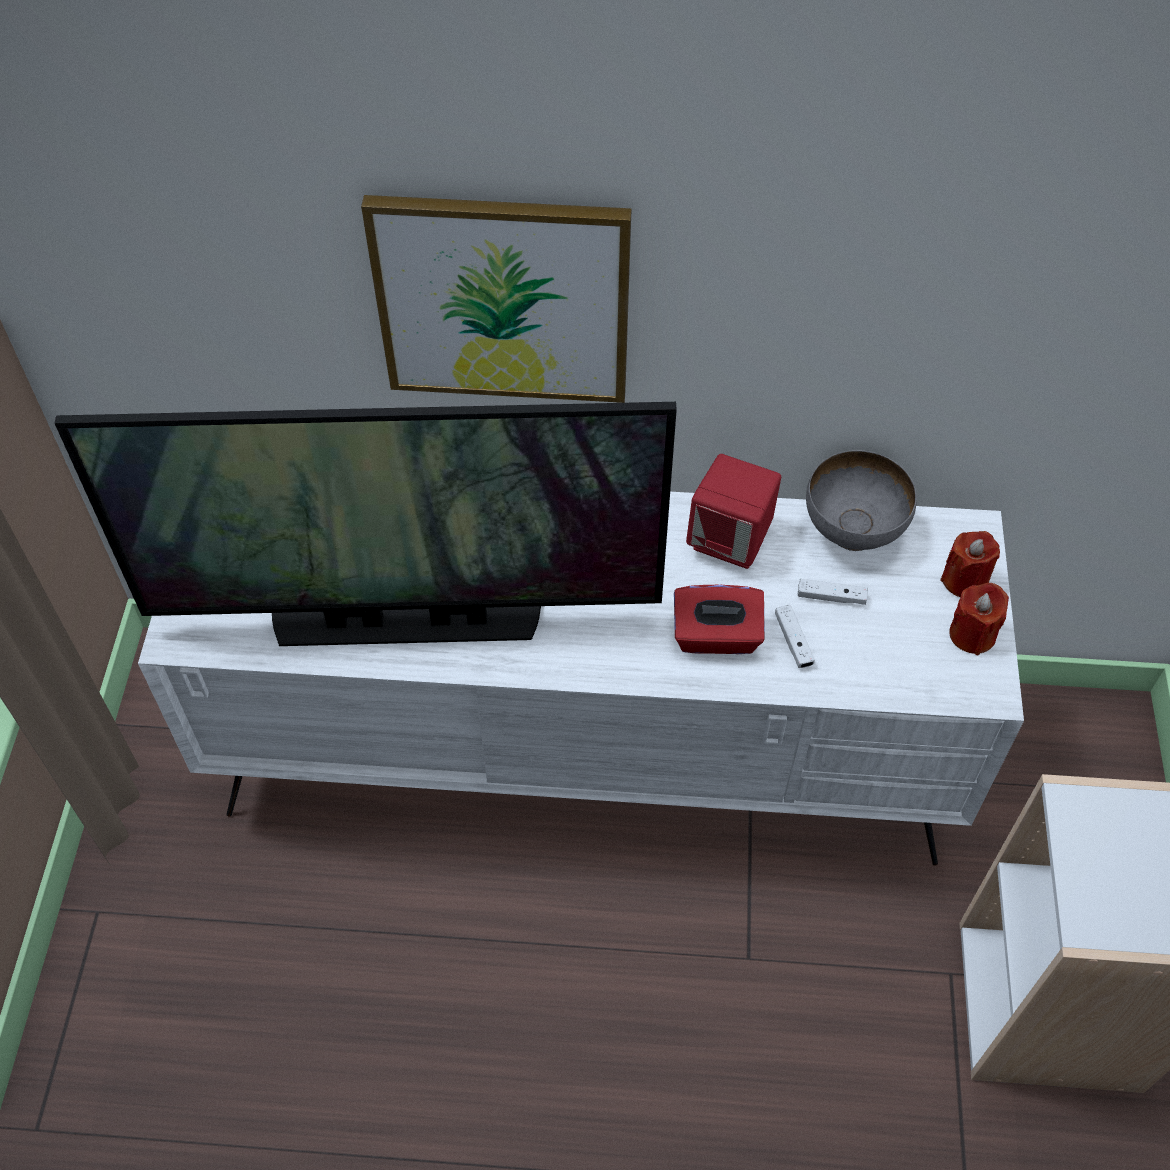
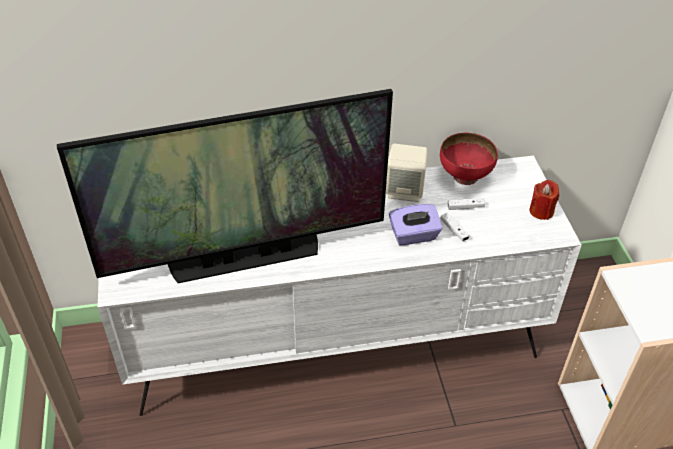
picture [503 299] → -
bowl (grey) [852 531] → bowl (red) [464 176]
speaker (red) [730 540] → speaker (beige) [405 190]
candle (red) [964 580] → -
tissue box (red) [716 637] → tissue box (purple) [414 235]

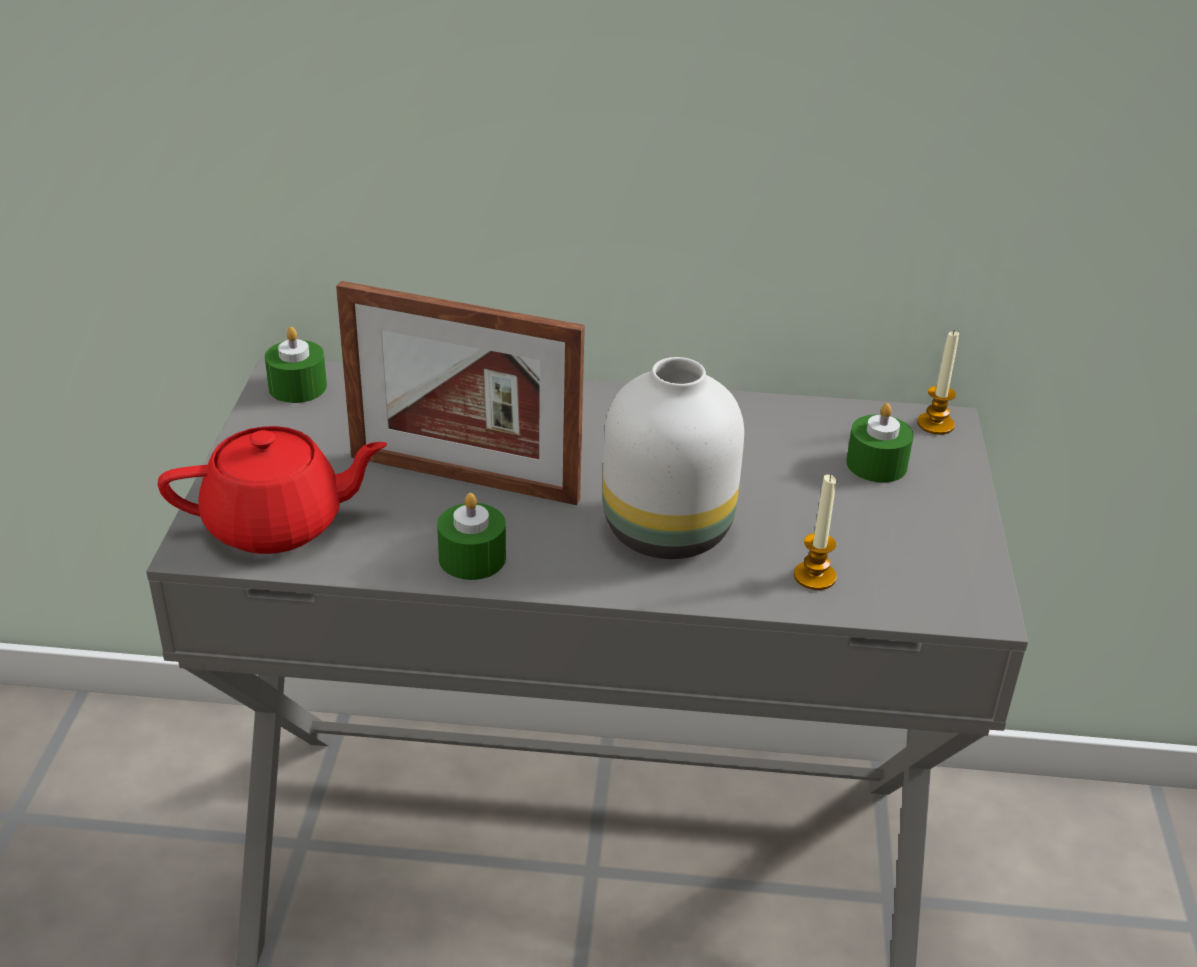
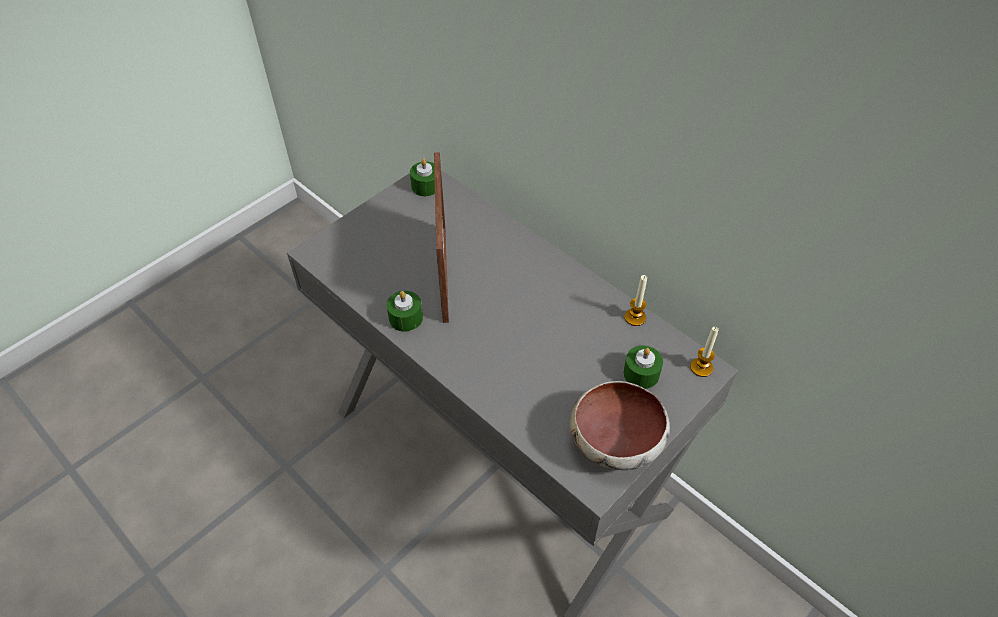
picture frame [463 478] → picture frame [444 273], 150 degrees counterclockwise
vase (white) [671 530] → -
teapot (red) [277 524] → -
candle [814 576] → candle [635 317], moved
- → bowl [617 440]

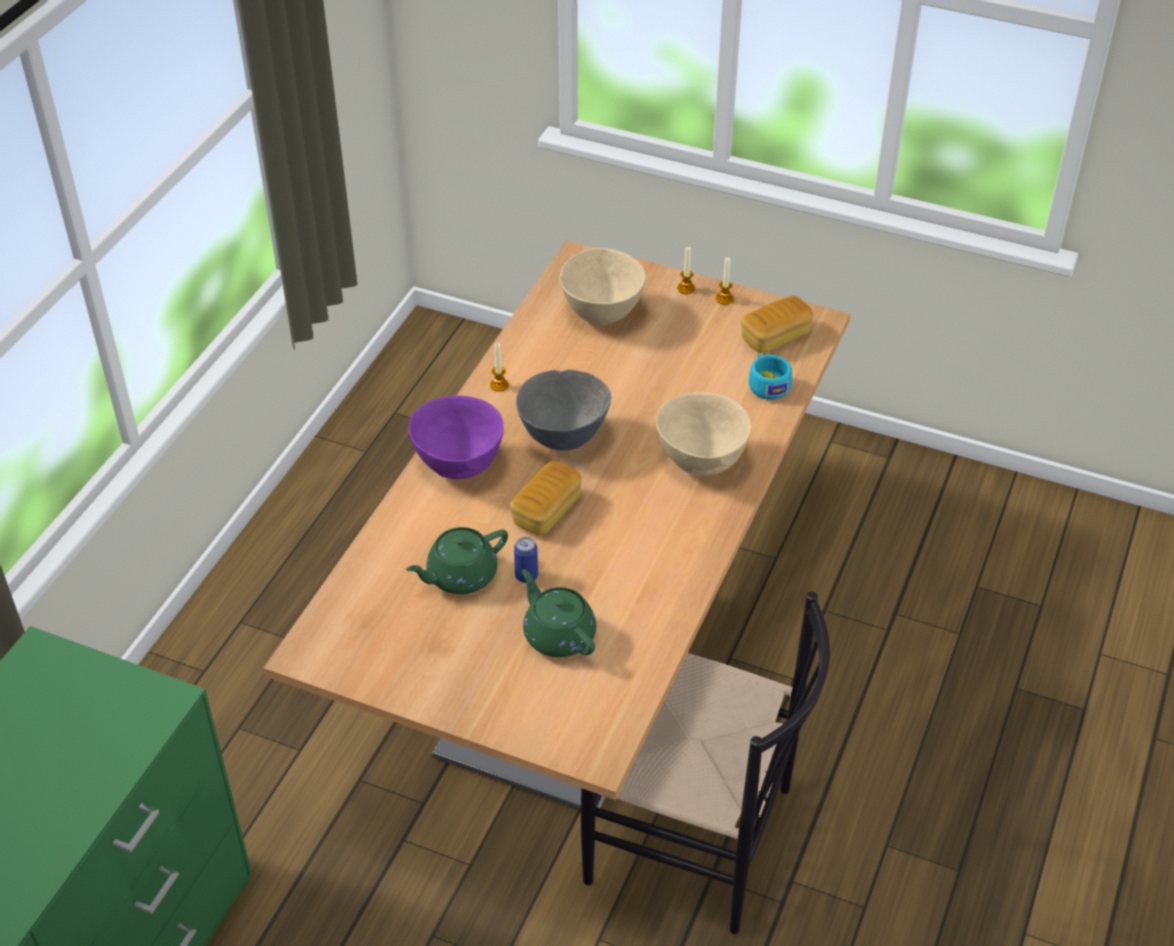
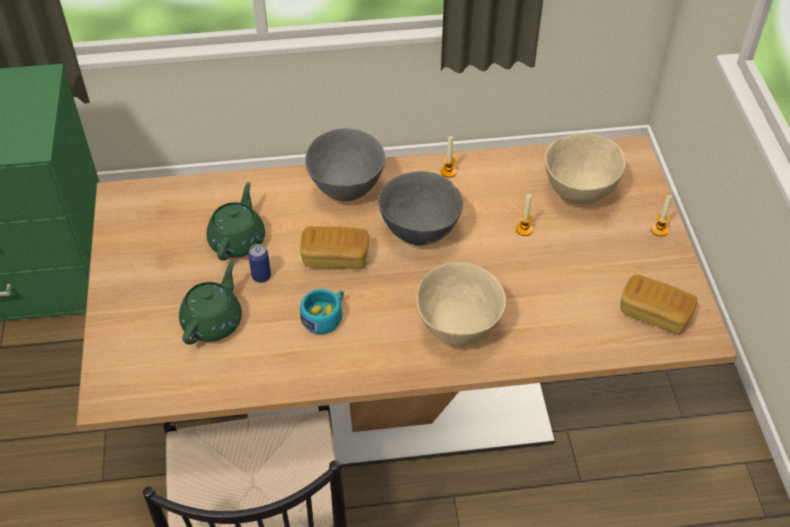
candle [724 299] → candle [524 229], moved
cup (turquoise) [767 384] → cup (turquoise) [325 316], moved
bowl (purple) [460 466] → bowl (grey) [347 190]
teapot (green) [460 576] → teapot (green) [238 240], 75 degrees clockwise

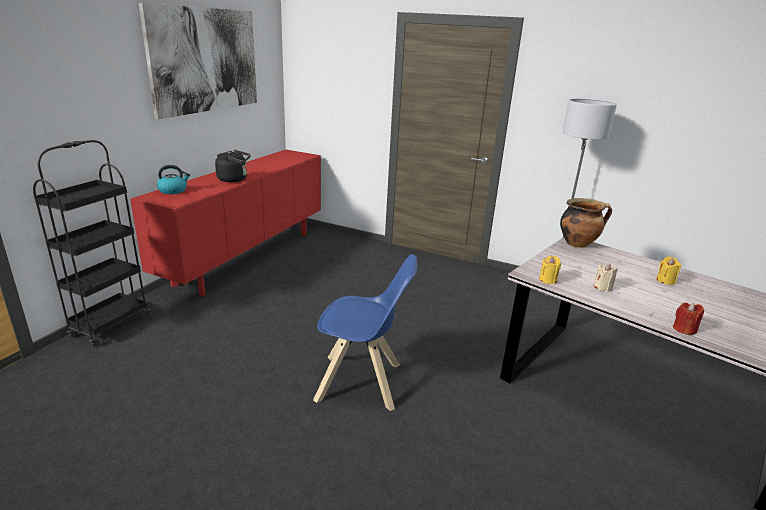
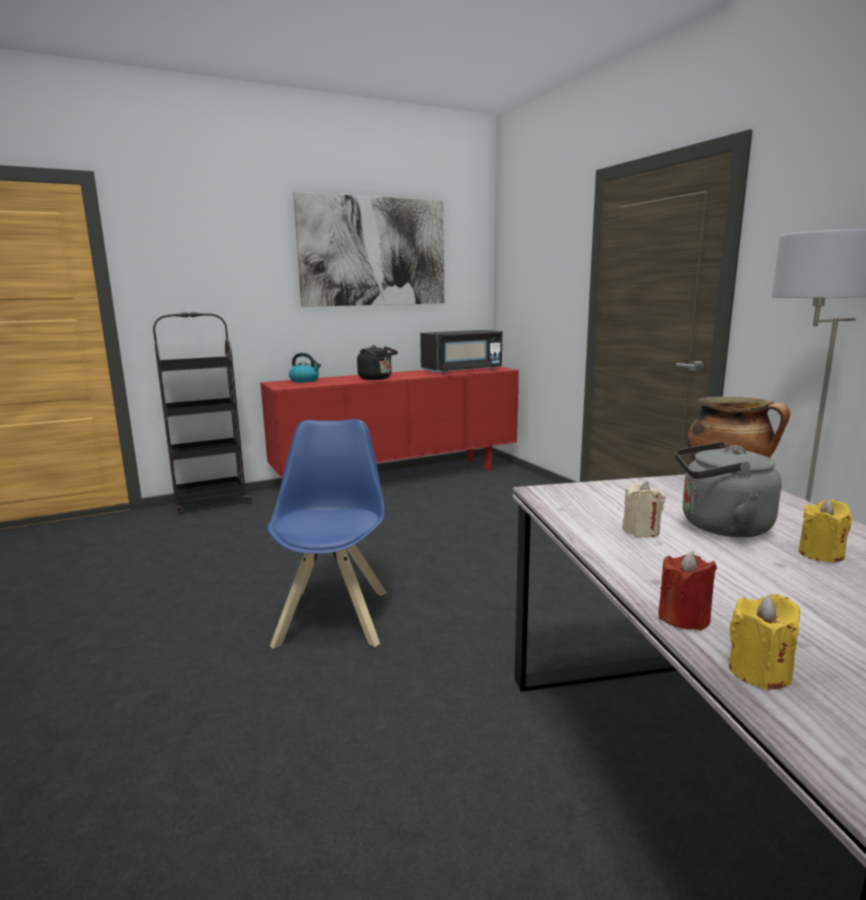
chair (blue) [362 383] → chair (blue) [334 615], 135 degrees counterclockwise
candle (yellow) [547 280] → candle (yellow) [759 672], moved
- → microwave (black) [462 370]
- → kettle (grey) [719 526]

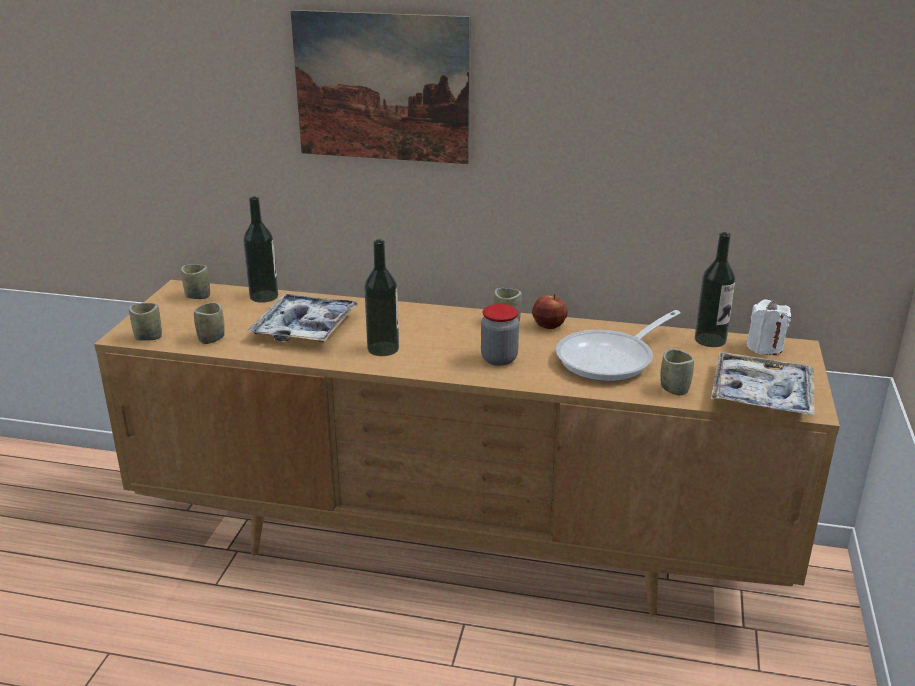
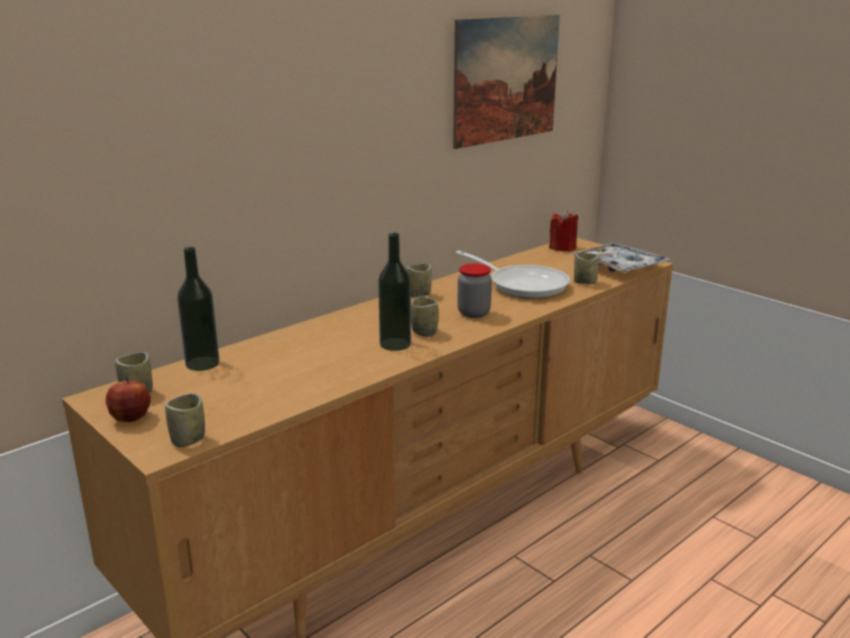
picture [382 87] → picture [506 79], moved
bottle [710 340] → -
tray [305 328] → -
apple [548 326] → apple [130 418], moved
candle (white) [764 347] → candle (red) [562 248]
cup [211 338] → cup [424 332], moved
frying pan [611 359] → frying pan [523 284], 45 degrees counterclockwise

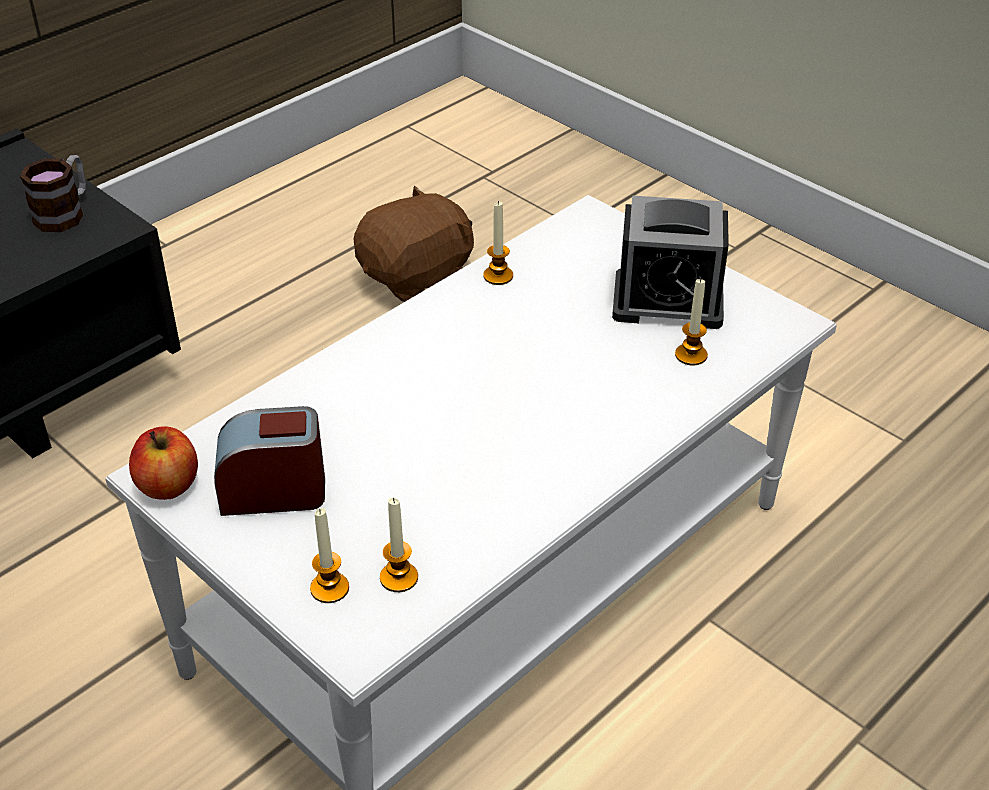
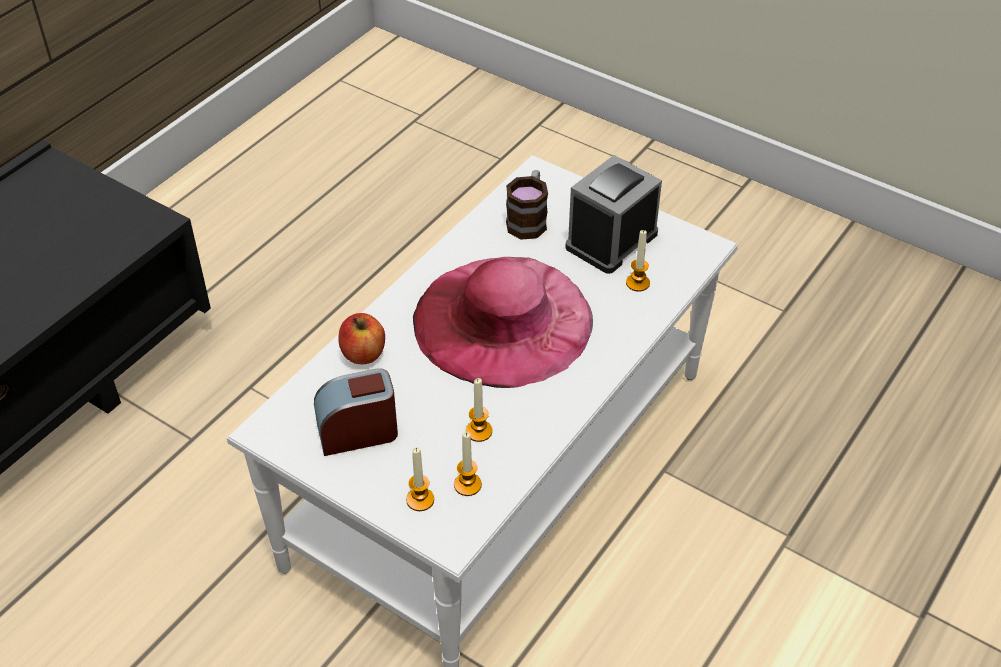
mug [65 213] → mug [528 219], moved
plush toy (brown) [418 279] → -
alarm clock [667 301] → alarm clock [611 240], 135 degrees clockwise
candle [498 276] → candle [479 431], moved
apple [168 485] → apple [363 353], moved
- → hat (pink) [503 320]

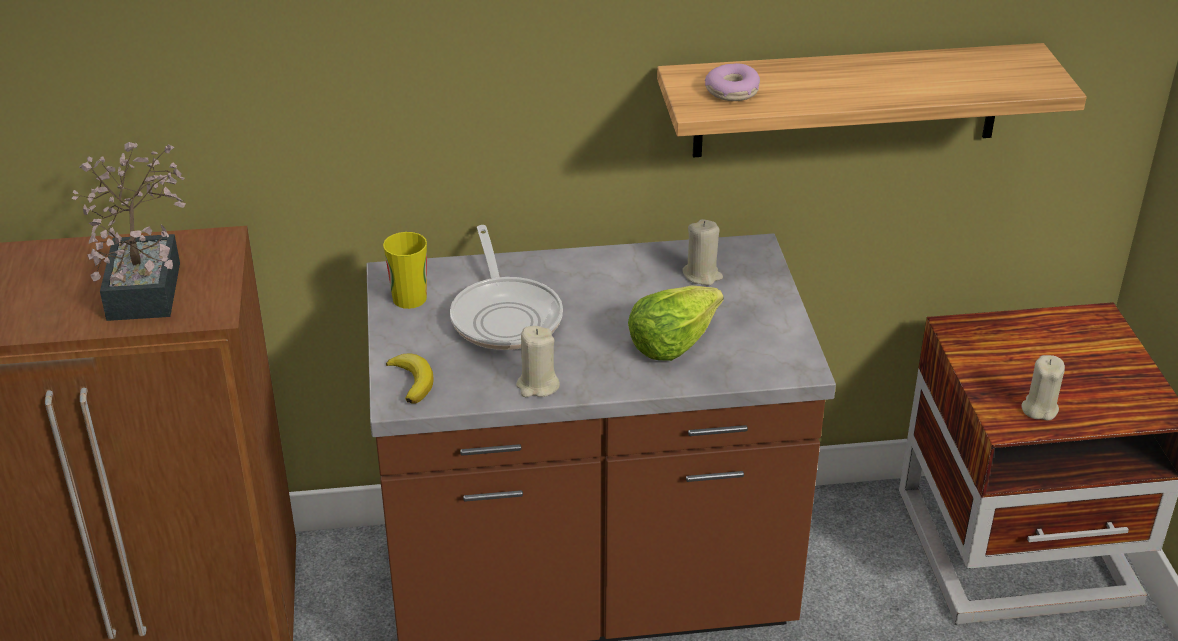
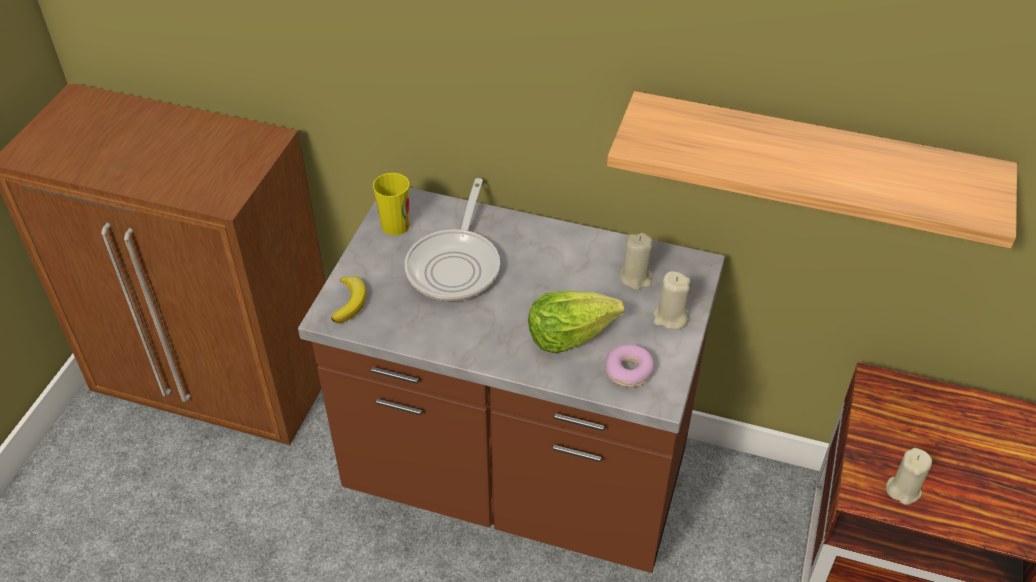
donut [732 92] → donut [629 371], moved
potted plant [147 283] → -
candle (beige) [537 385] → candle (beige) [670 318], moved

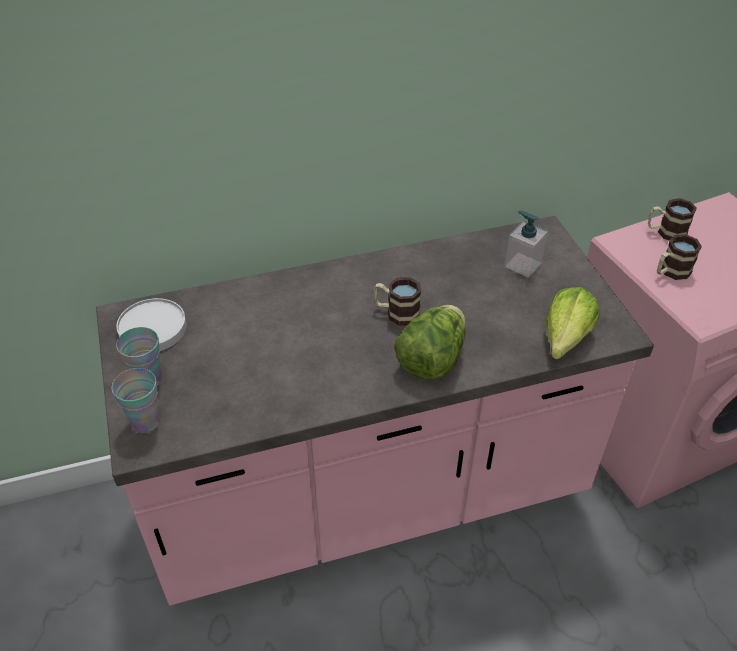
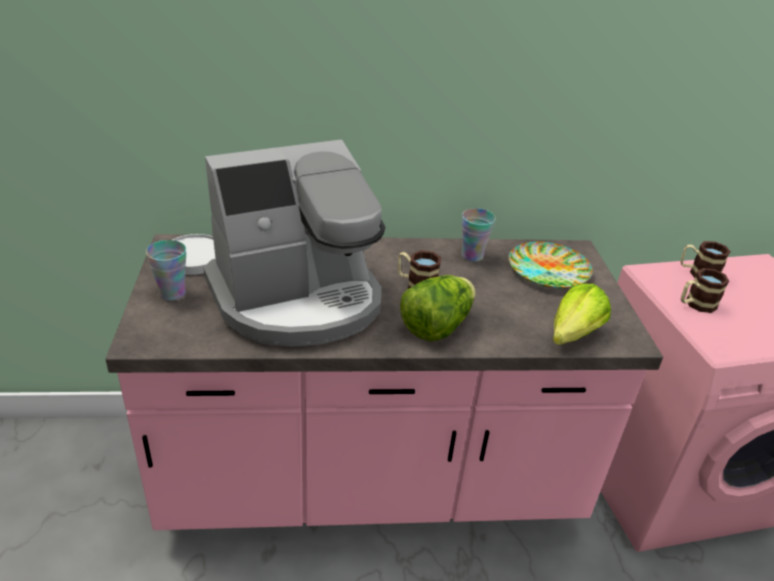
soap dispenser [522 265] → plate [548 271]
cup [145 422] → cup [472 256], moved
- → coffee machine [298 299]

